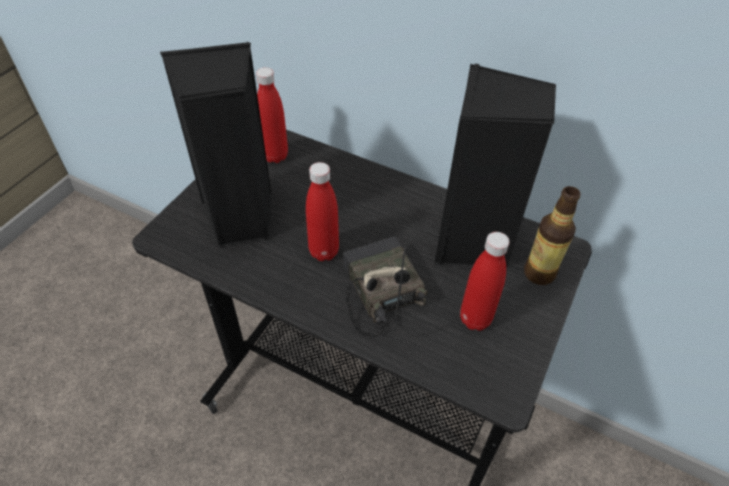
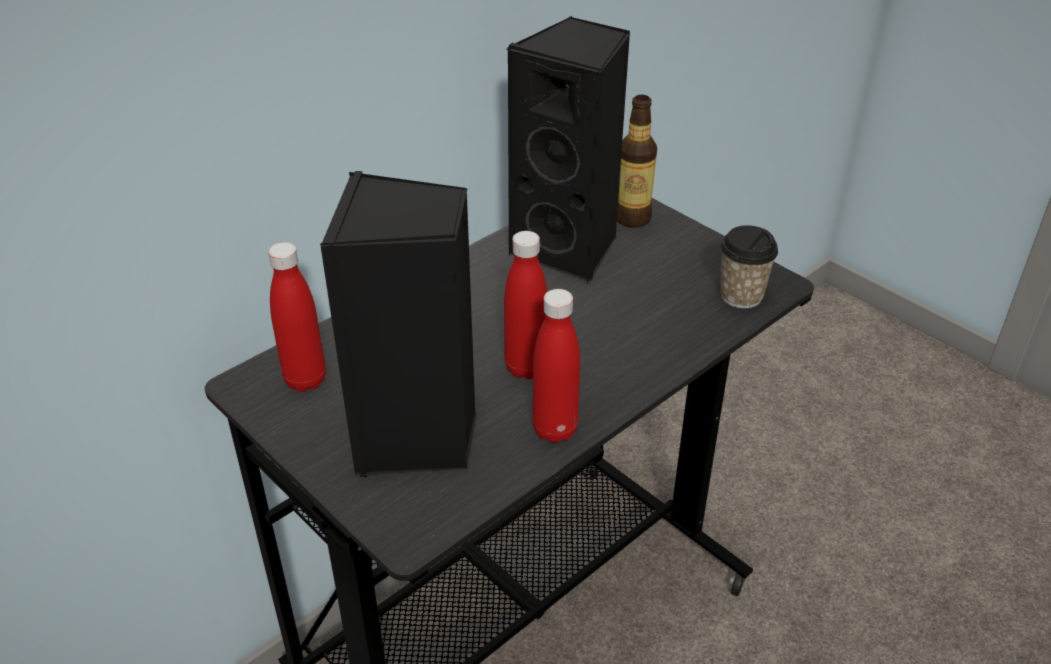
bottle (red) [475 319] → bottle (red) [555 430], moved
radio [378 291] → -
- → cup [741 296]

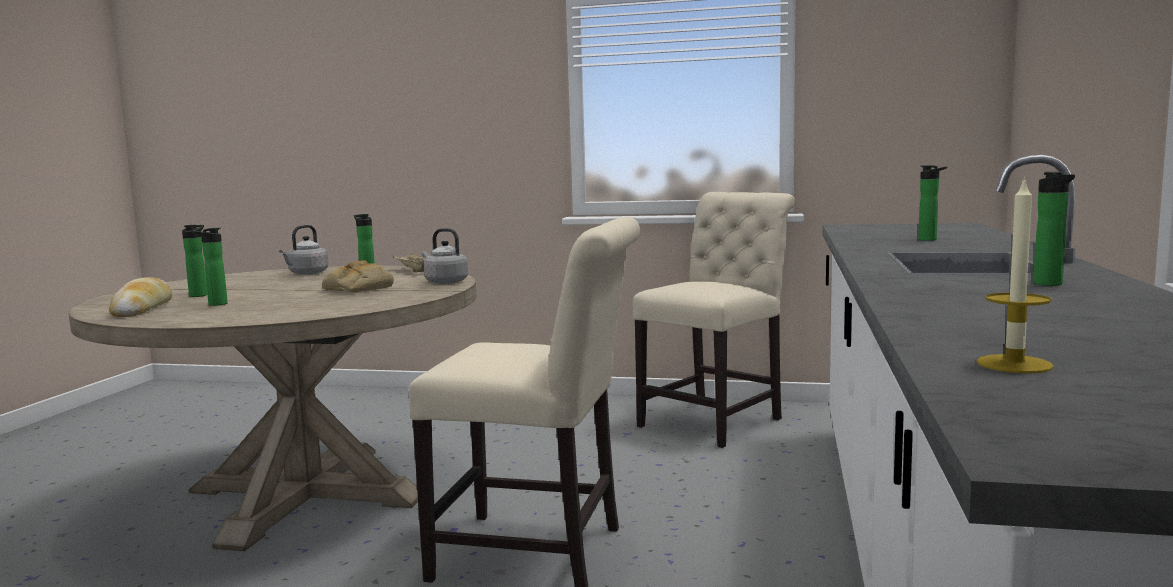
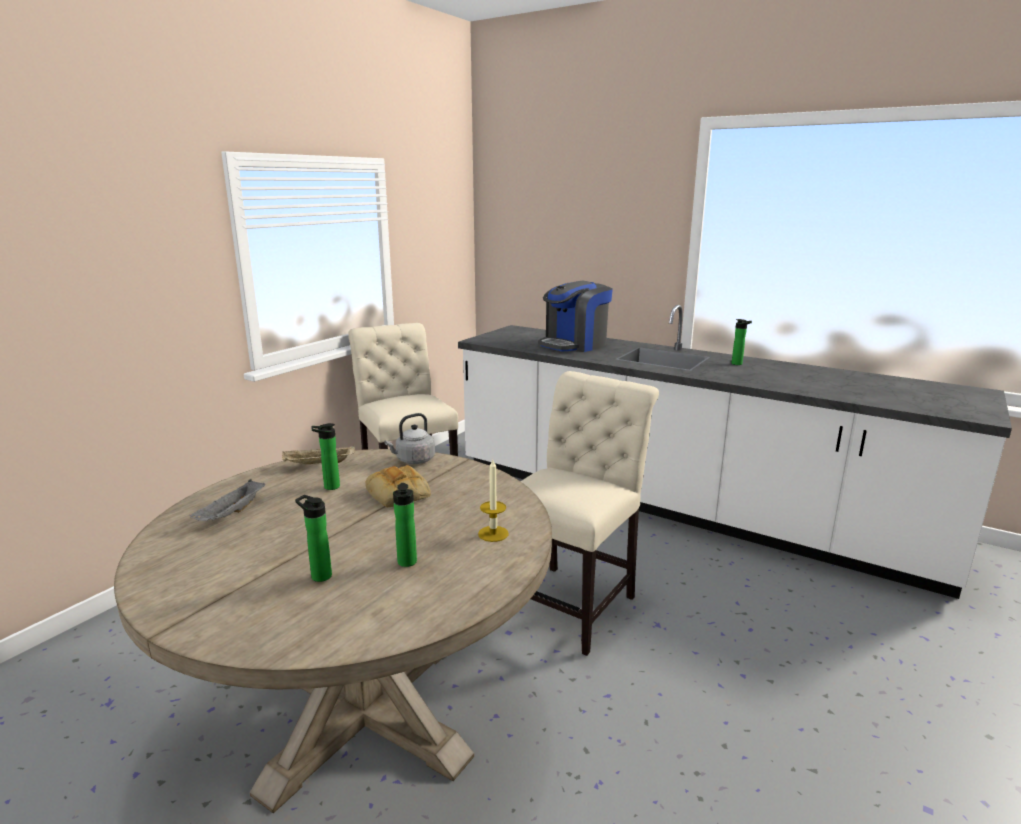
bottle [930 240] → coffee machine [574 345]
candle [1014 364] → candle [493 534], moved
kettle (grey) [307 273] → tray (grey) [232 514]
bread [142 308] → -

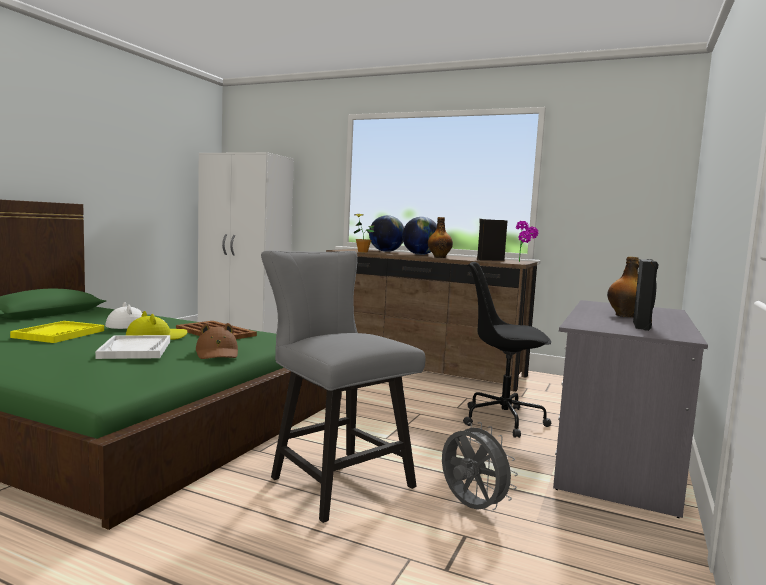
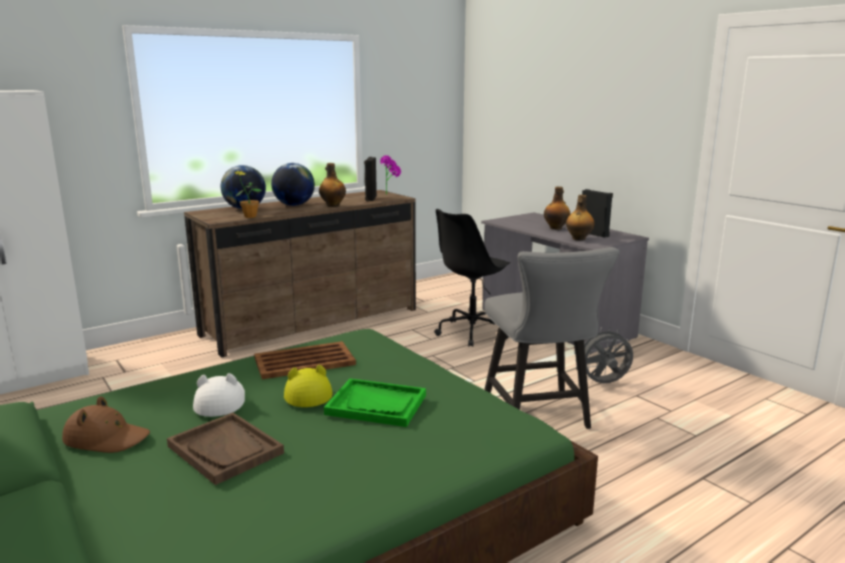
chair (grey) [334 479] → chair (grey) [539 416], 90 degrees counterclockwise
tray (yellow) [59 334] → tray (brown) [225 450]
hat (brown) [217 353] → hat (brown) [107 438], moved
tray (white) [135 349] → tray (green) [376 405]
- → bottle [578 239]

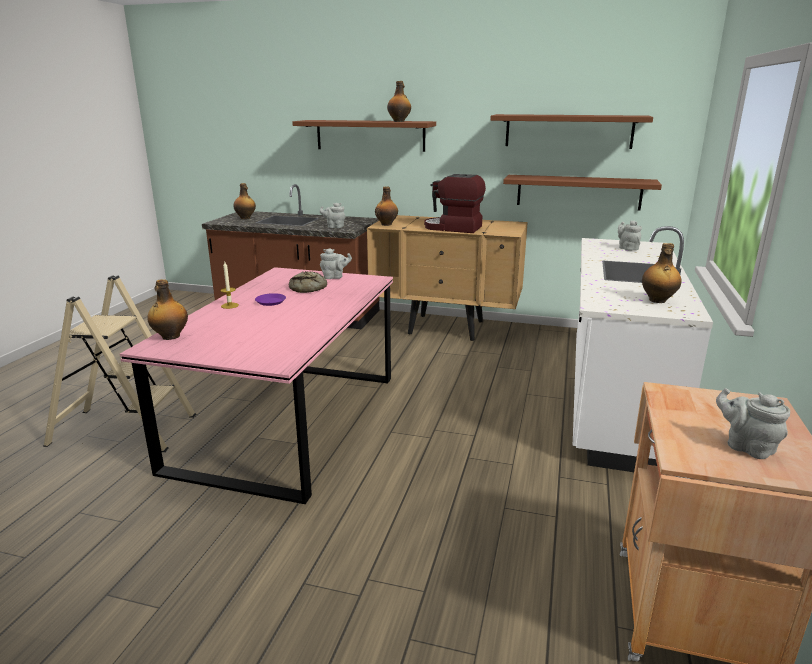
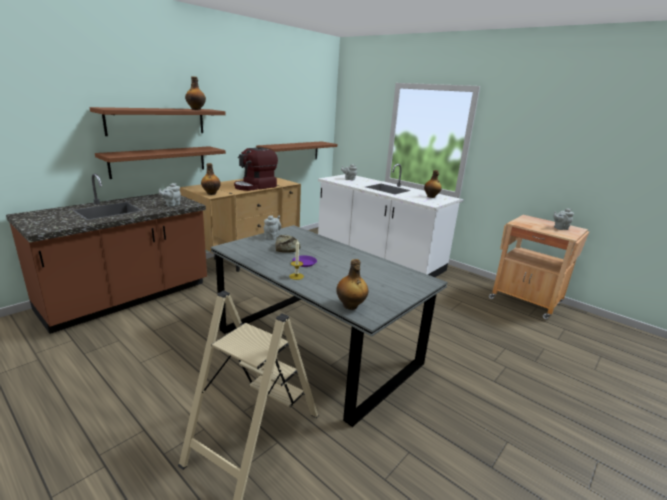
shelf (brown) [568 131] → shelf (brown) [159 161], moved
bottle [245 218] → -
dining table (pink) [290 420] → dining table (grey) [318 346]

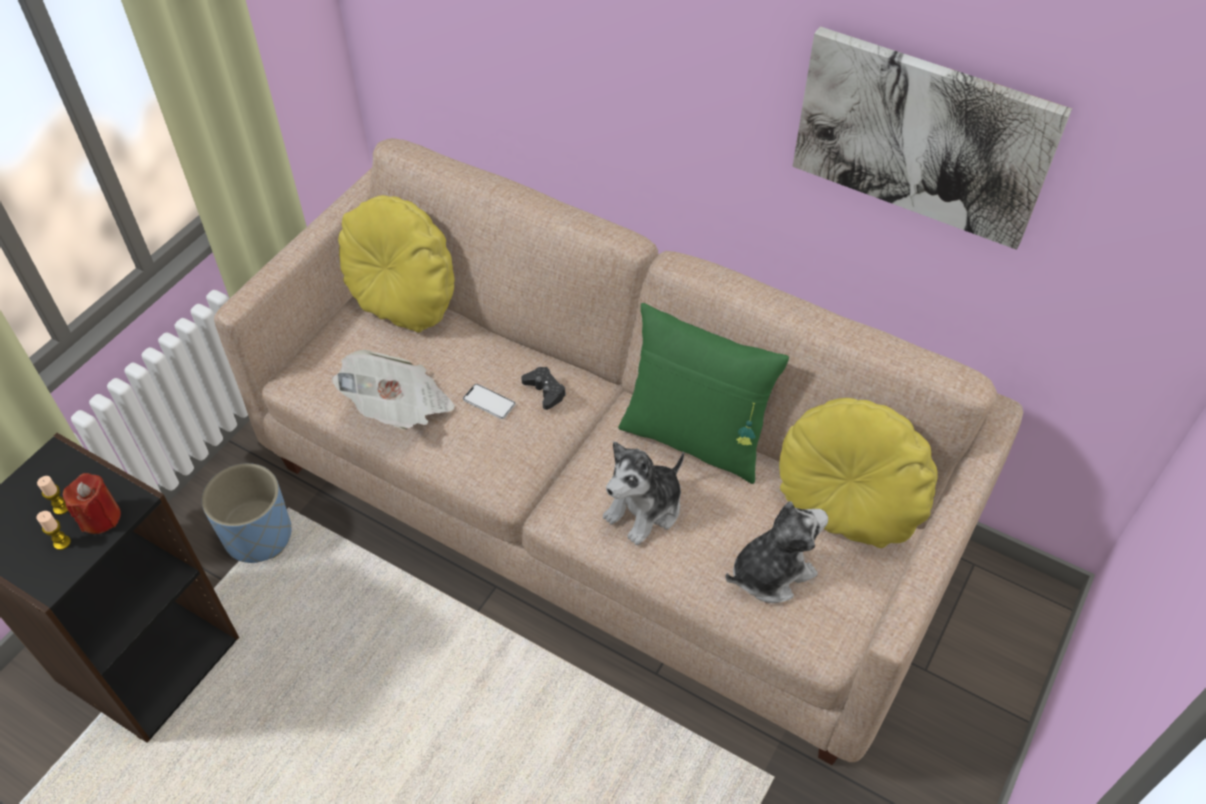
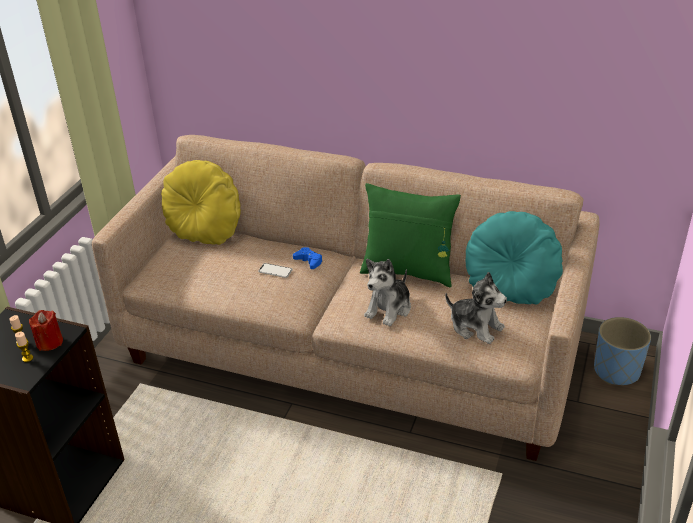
picture [922 136] → -
newspaper [399 408] → -
game controller (black) [545 391] → game controller (blue) [308 261]
pillow (yellow) [845 512] → pillow (turquoise) [510 293]
planter (blue) [258 536] → planter (blue) [616 371], moved
plush toy [771 572] → plush toy [475 327], 75 degrees clockwise

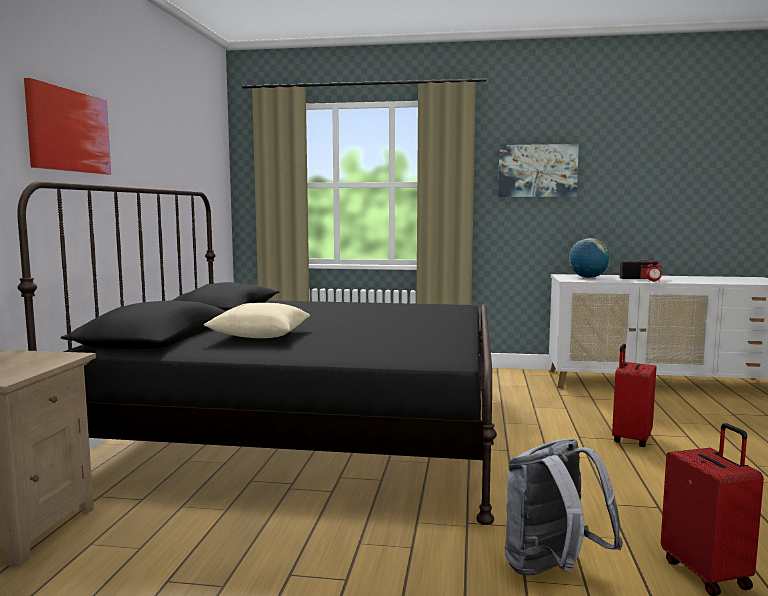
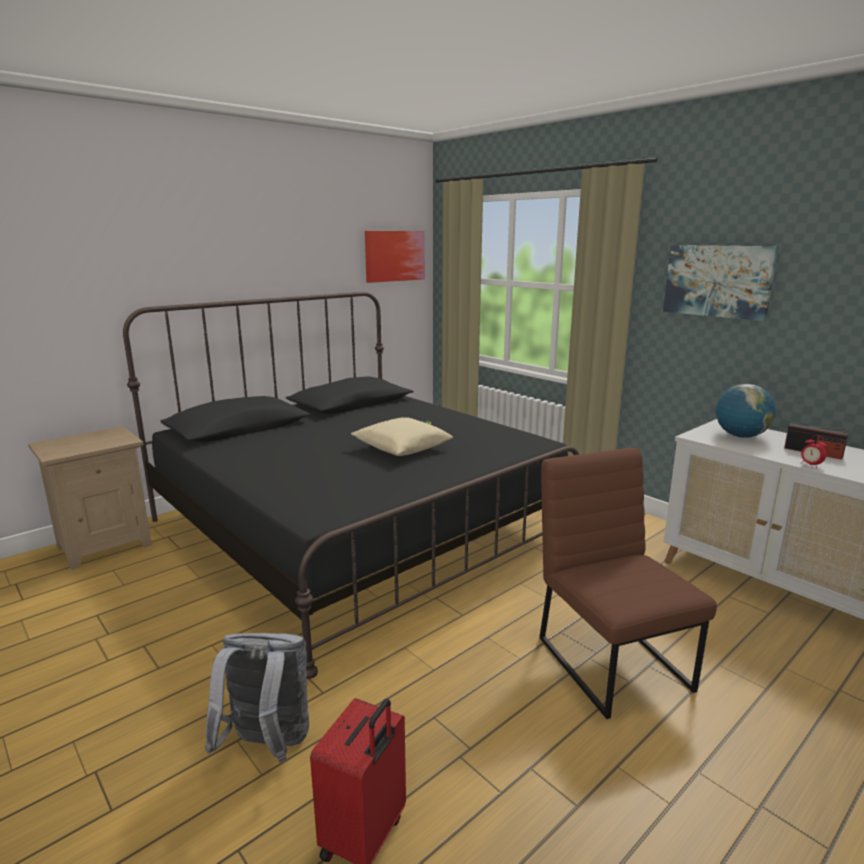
picture [68 131] → picture [394 256], moved
pillow (beige) [260 336] → pillow (beige) [402 449], moved
suitcase (red) [630 439] → chair (brown) [611 660]

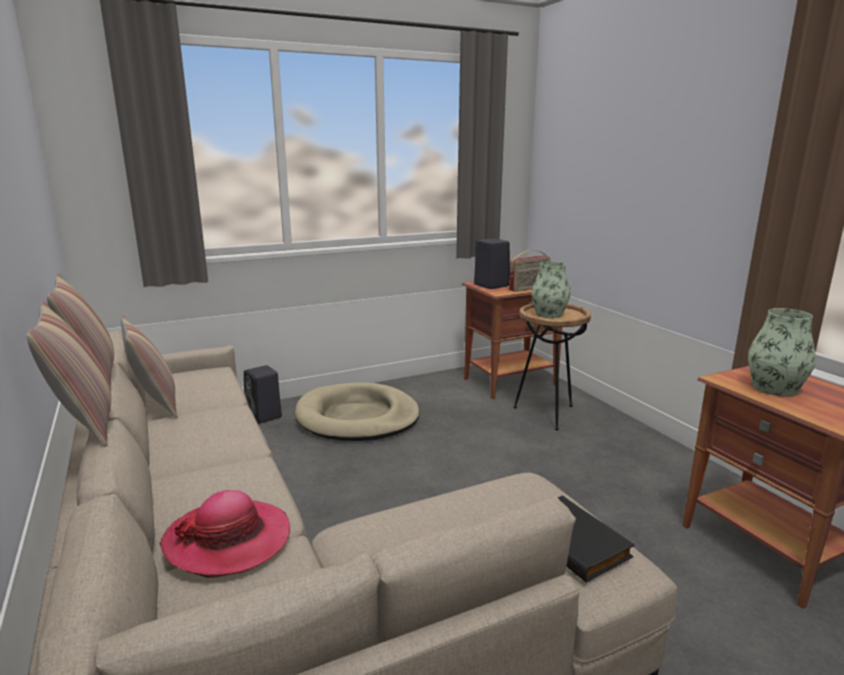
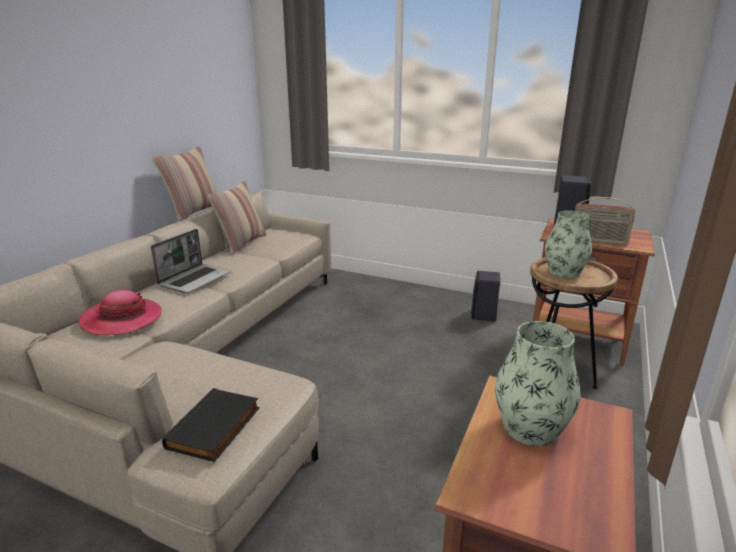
pillow [85 424] → -
speaker (black) [265 416] → speaker (black) [484 315], moved
dog bed (beige) [357 417] → -
- → laptop [195 279]

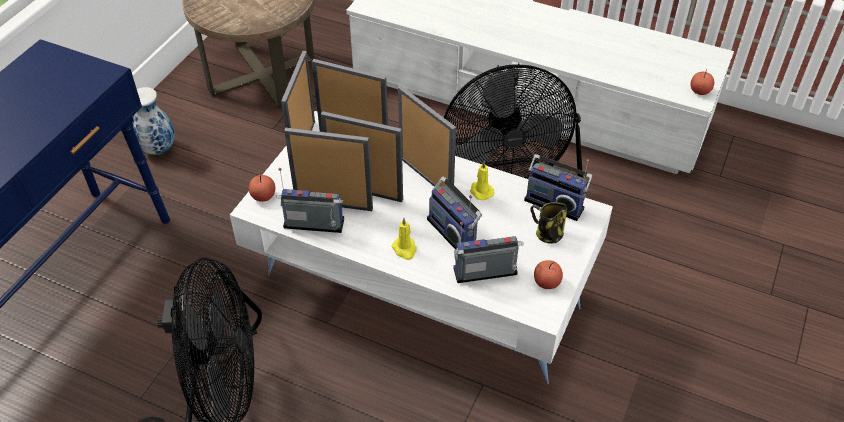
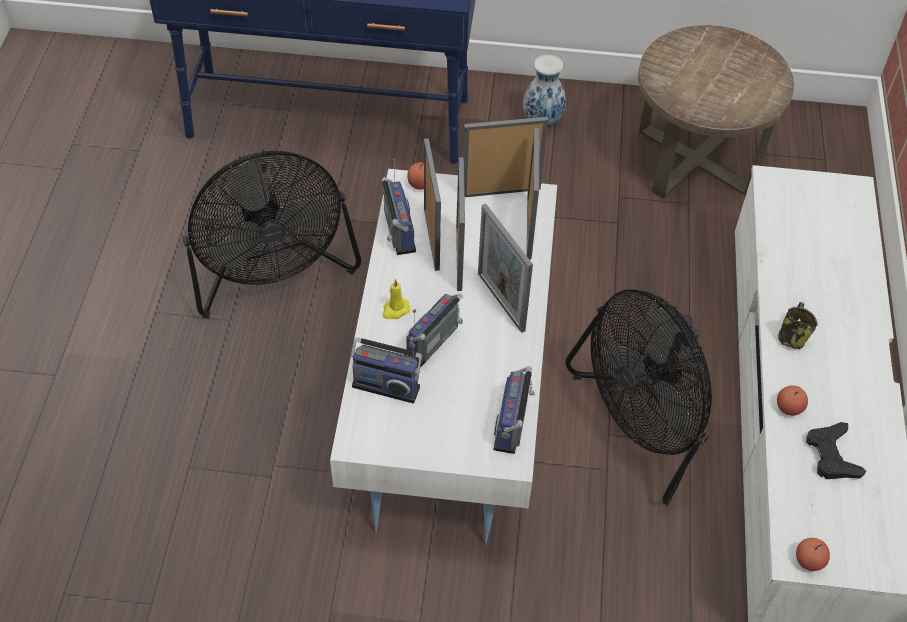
picture frame [426 177] → picture frame [501 302], 120 degrees clockwise
candle (yellow) [481 191] → -
mug [547 234] → mug [791 337], moved
radio [486 274] → radio [387 384], 135 degrees clockwise
apple [546 282] → apple [789 408], moved
- → game controller (black) [832 455]

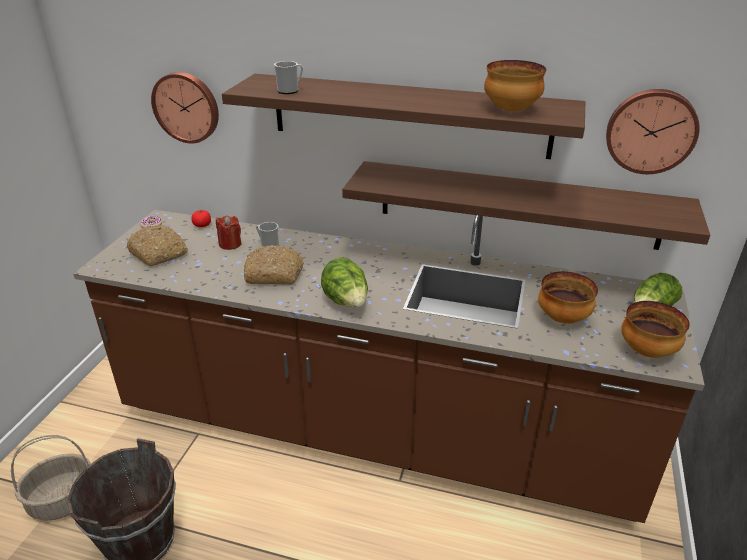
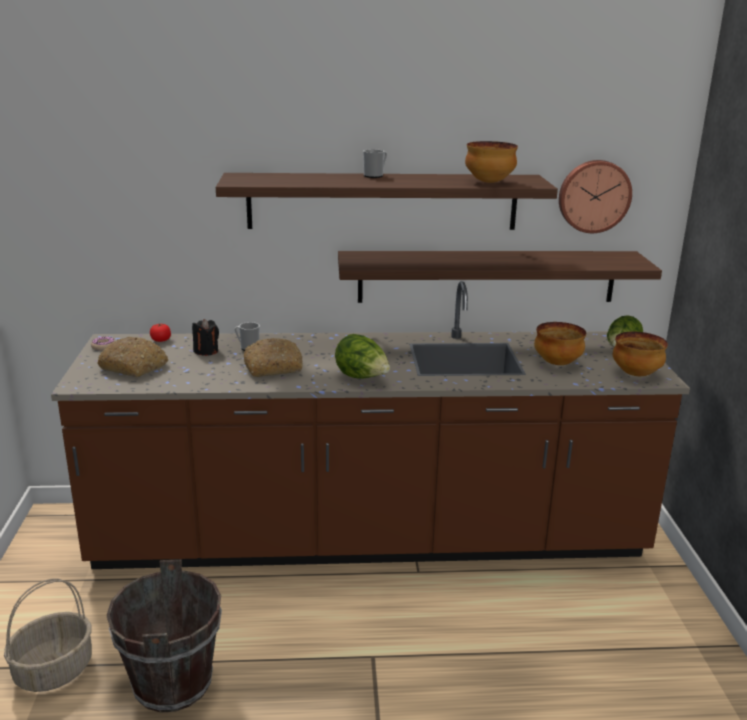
mug [290 91] → mug [375 176], moved
wall clock [187 107] → -
candle (red) [230 244] → candle (black) [206 351]

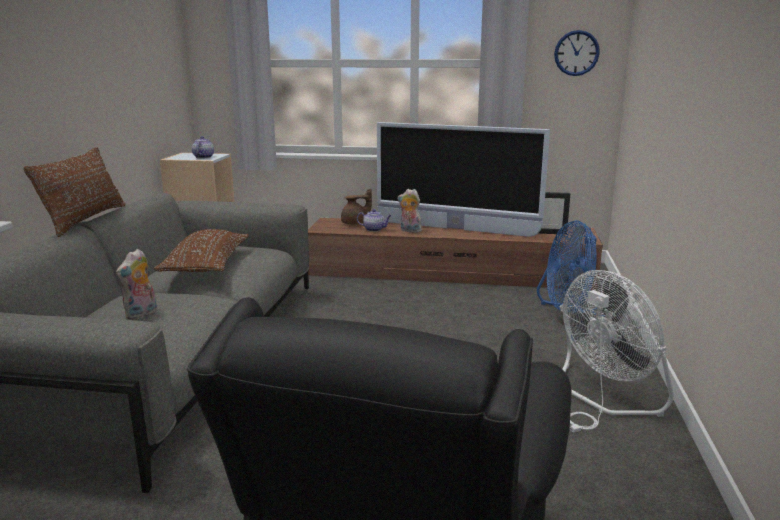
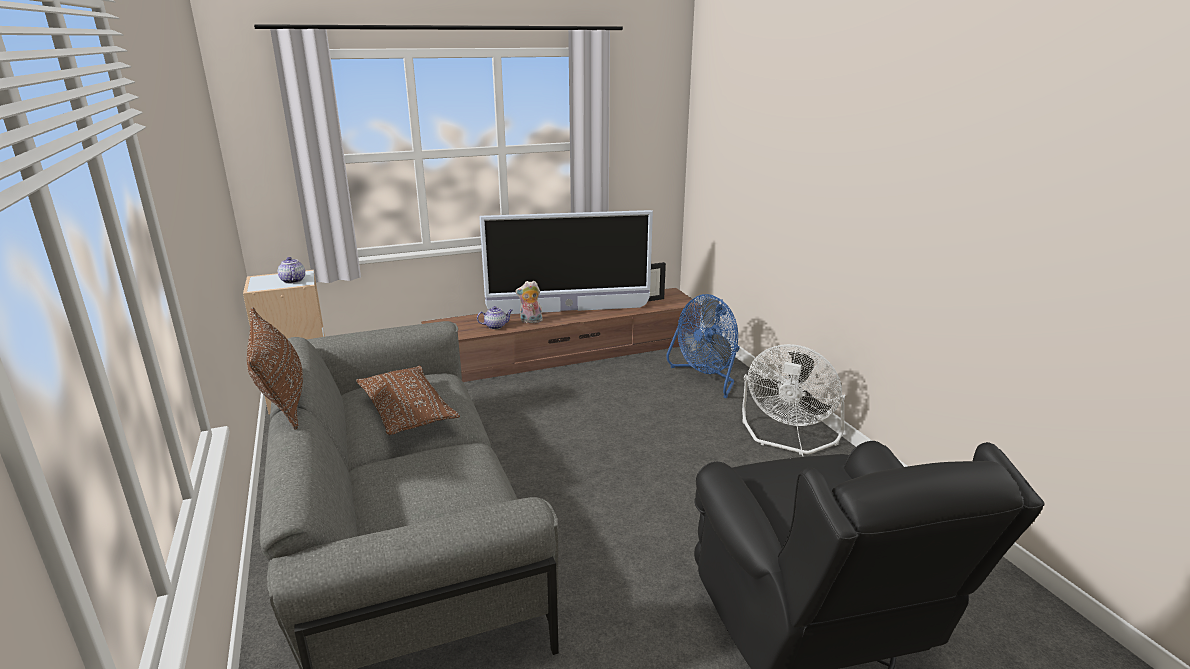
wall clock [576 53] → -
teapot (brown) [355 223] → -
plush toy [141 314] → -

